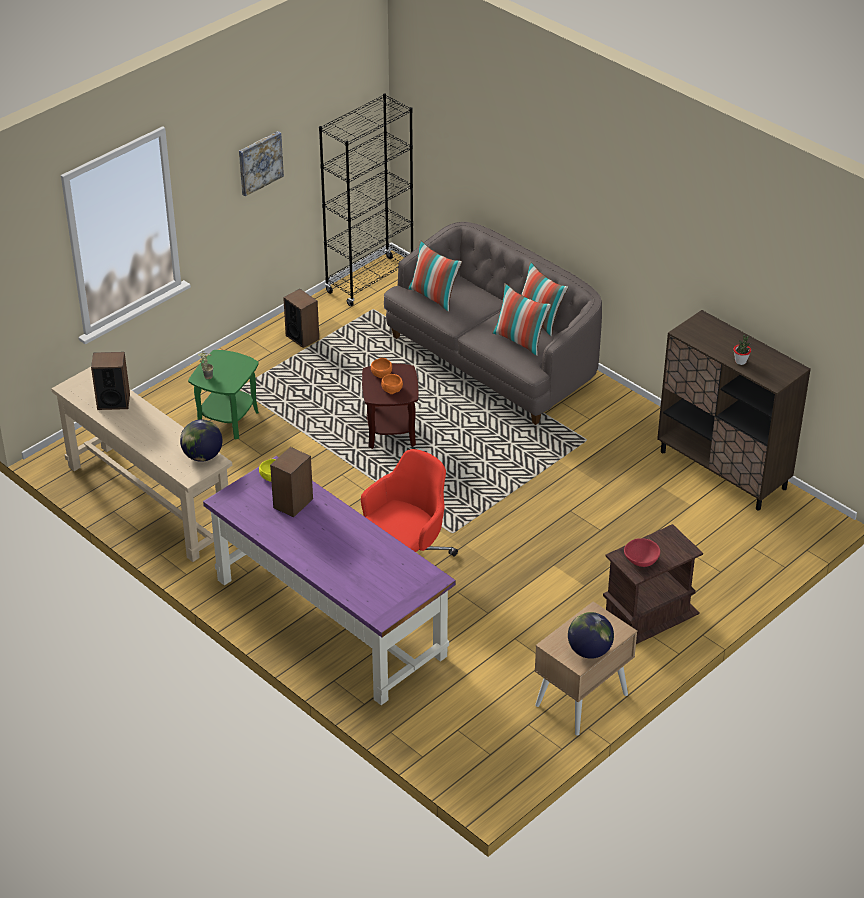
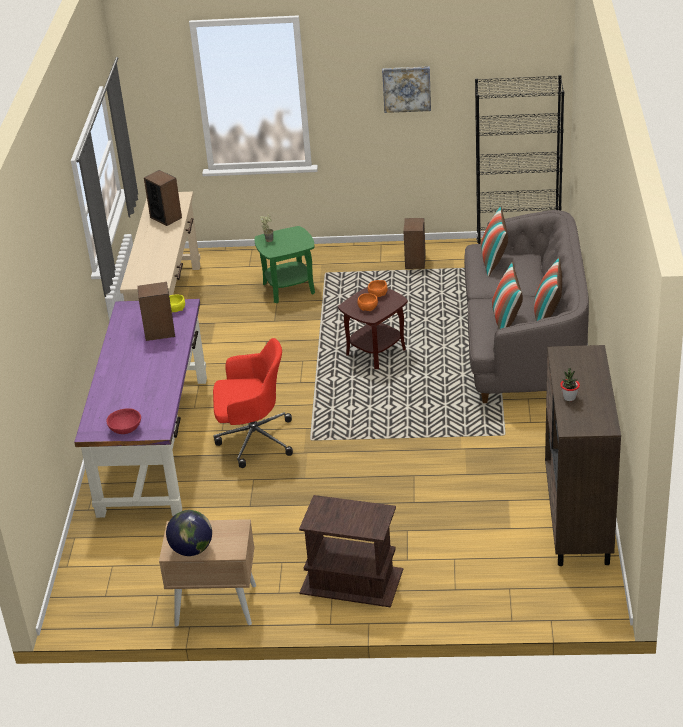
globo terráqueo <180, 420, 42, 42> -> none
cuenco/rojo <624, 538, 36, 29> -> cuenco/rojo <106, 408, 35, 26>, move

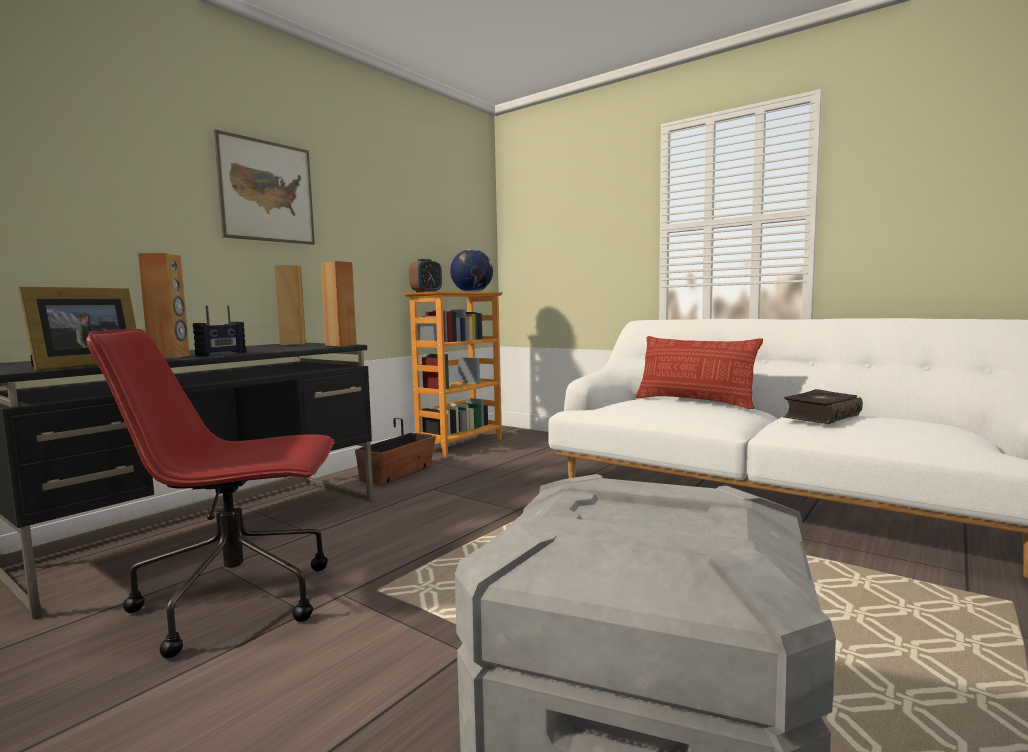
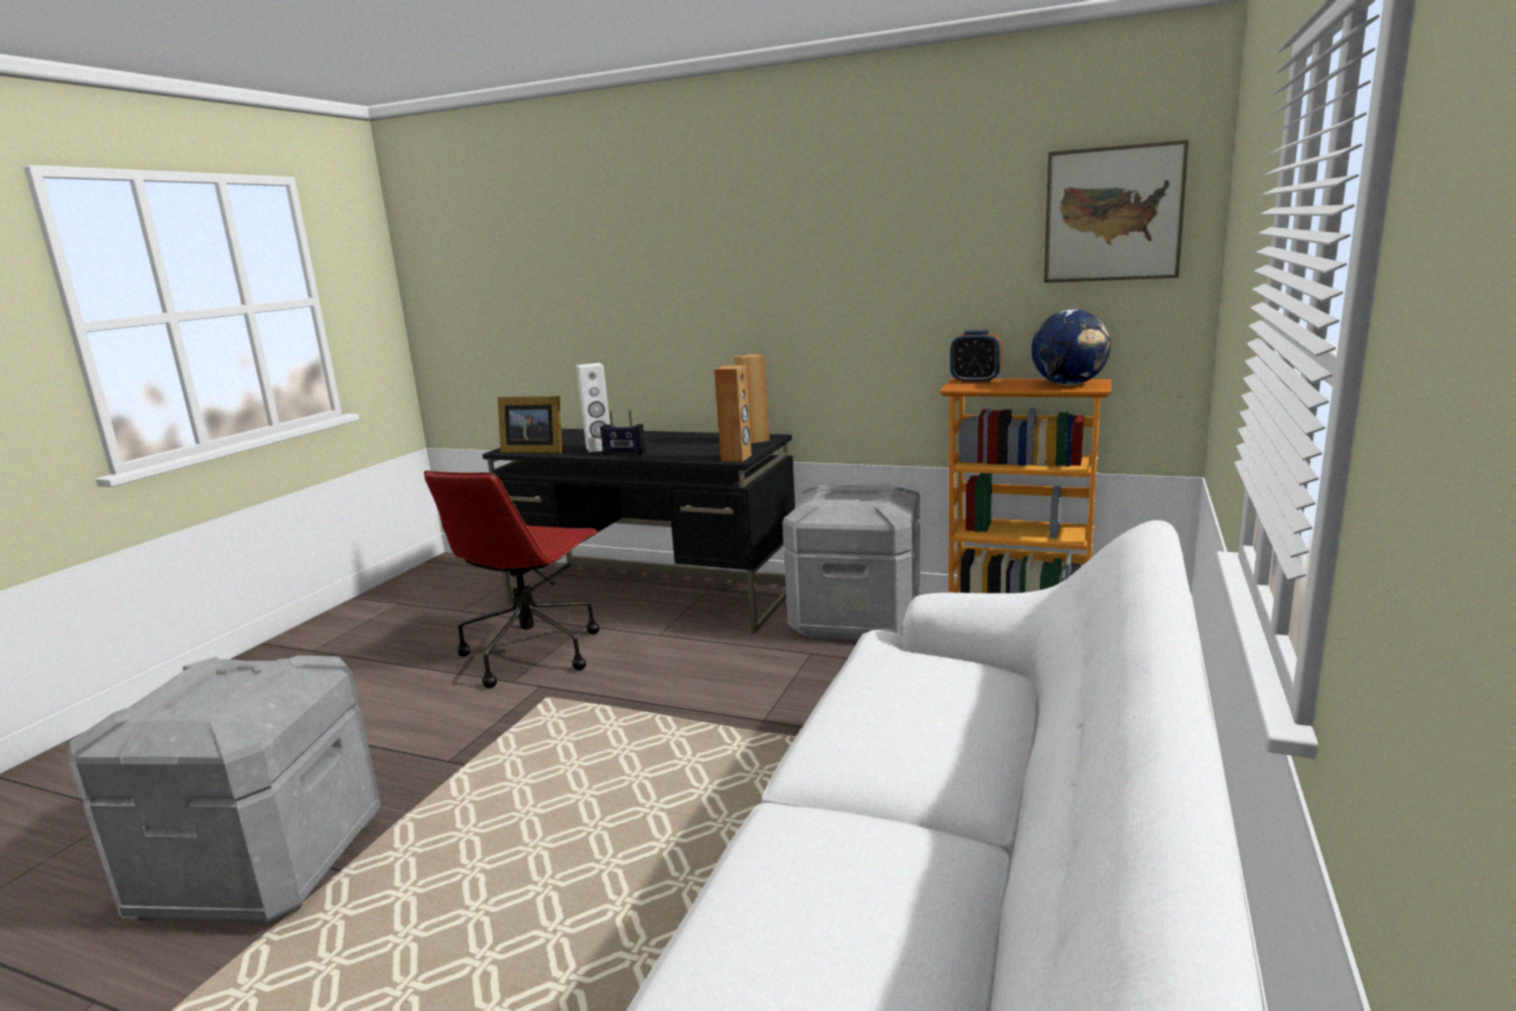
cuadro <214, 129, 101, 116> -> cuadro <1044, 140, 145, 143>, move
altavoz/marrón <138, 253, 52, 105> -> altavoz/blanco <576, 363, 34, 90>
silla de oficina/rojo <86, 329, 249, 330> -> silla de oficina/rojo <424, 471, 175, 217>, 135 degrees counterclockwise
cojín <636, 336, 127, 73> -> none
libro <783, 389, 80, 35> -> none
maceta <355, 418, 81, 66> -> caja de almacenaje/gris <782, 483, 138, 157>

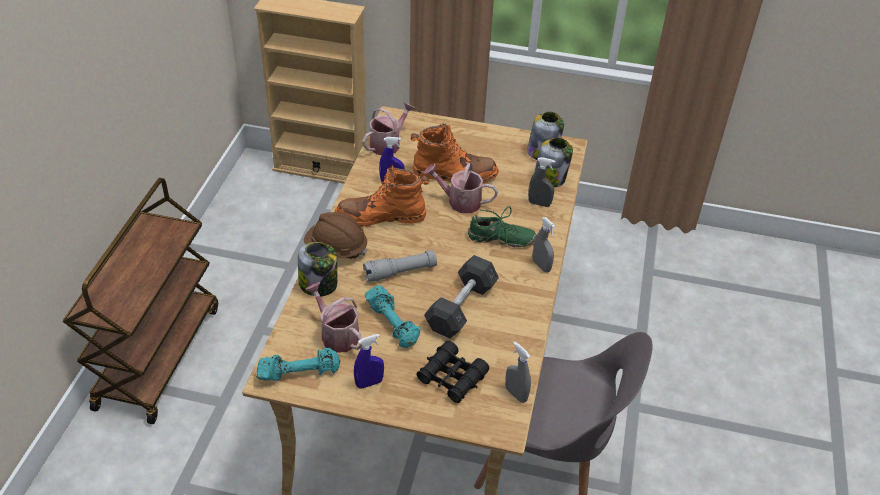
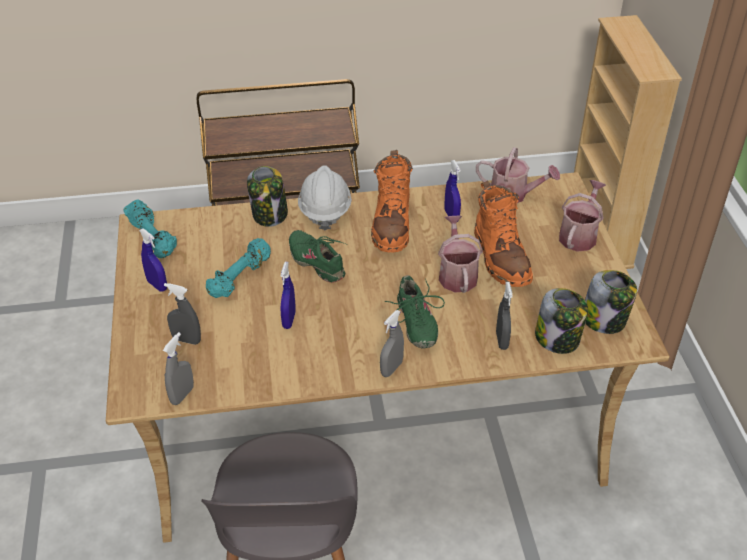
bota/naranja <335, 165, 95, 62> -> bota/naranja <371, 150, 42, 102>, 150 degrees counterclockwise
casco/marrón <304, 212, 64, 47> -> casco/blanco <298, 165, 54, 66>
linterna/gris <363, 250, 74, 32> -> zapato/verde <289, 230, 58, 53>
mancuerna/gris <424, 255, 75, 83> -> pulverizador/azul <280, 262, 16, 67>
regadera <305, 282, 58, 71> -> regadera <559, 180, 47, 72>, move
prismáticos/negro <417, 341, 72, 62> -> pulverizador/gris <164, 283, 37, 62>

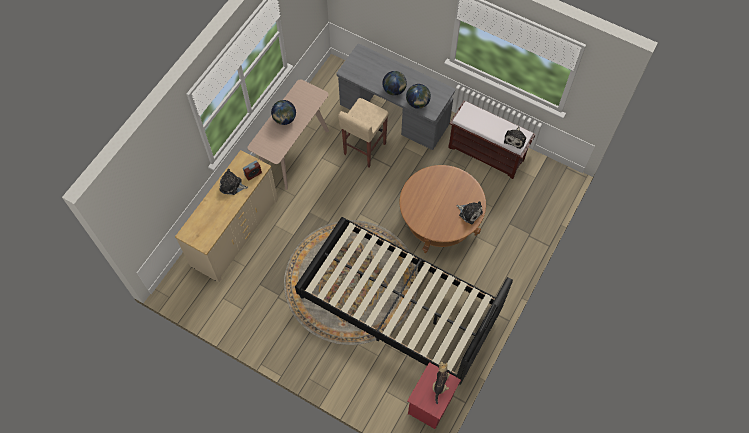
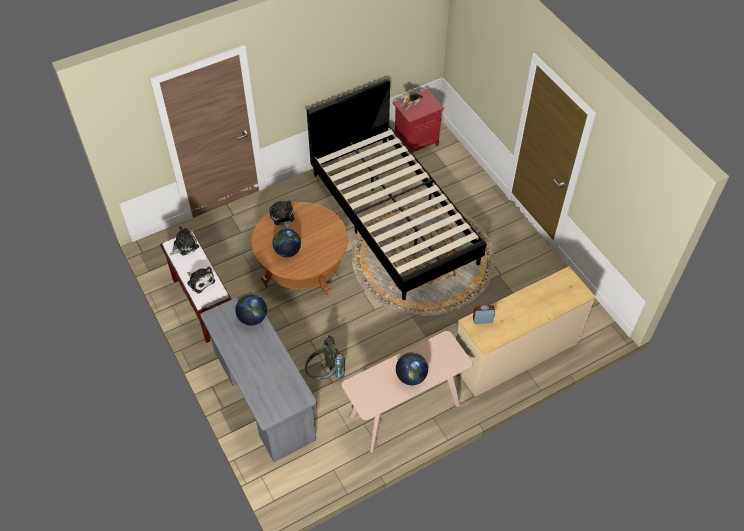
globo terráqueo <382, 71, 25, 25> -> globo terráqueo <272, 229, 29, 28>, move
taburete/beis <338, 98, 51, 69> -> mochila/gris <305, 335, 40, 44>
peluche <220, 169, 28, 26> -> peluche <187, 267, 28, 27>, move

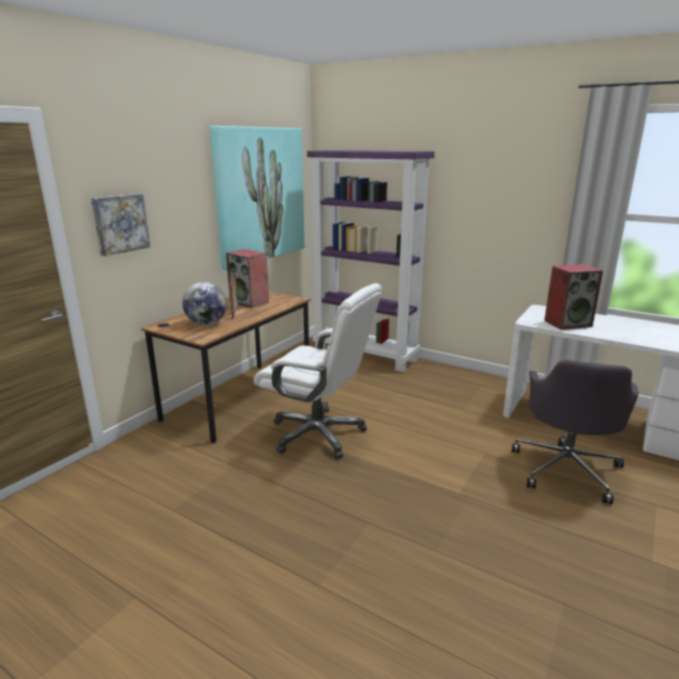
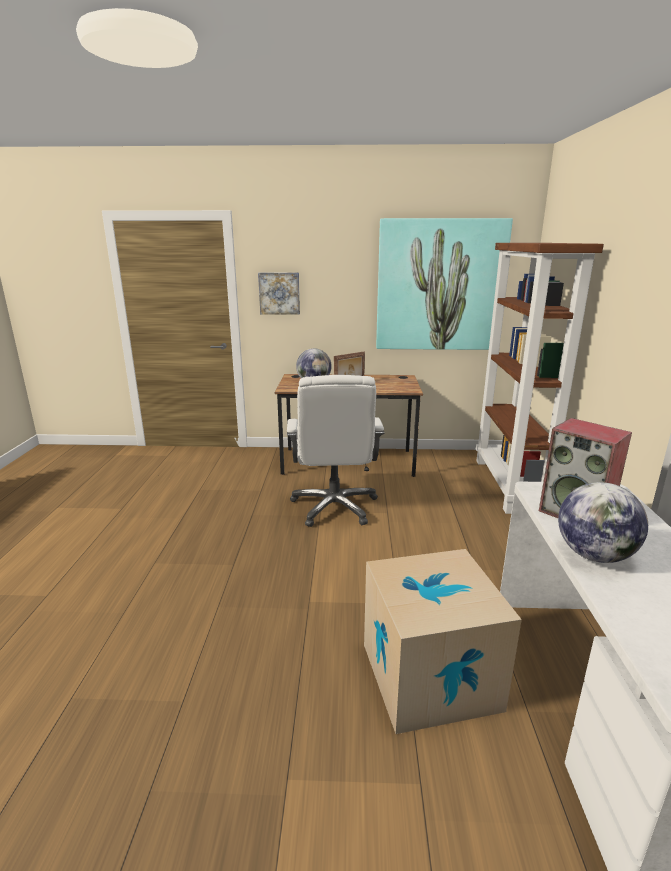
estantería/morado <307, 150, 127, 222> -> estantería/marrón <476, 243, 128, 271>
altavoz <226, 249, 43, 59> -> none
silla de oficina/gris <512, 360, 127, 144> -> caja de cartón <364, 549, 158, 185>
none -> globo terráqueo <558, 482, 90, 81>

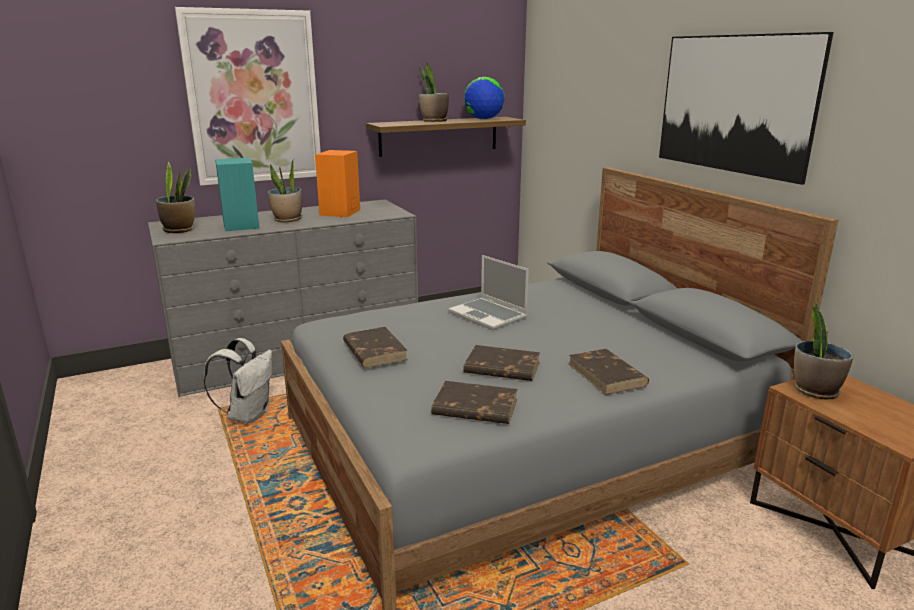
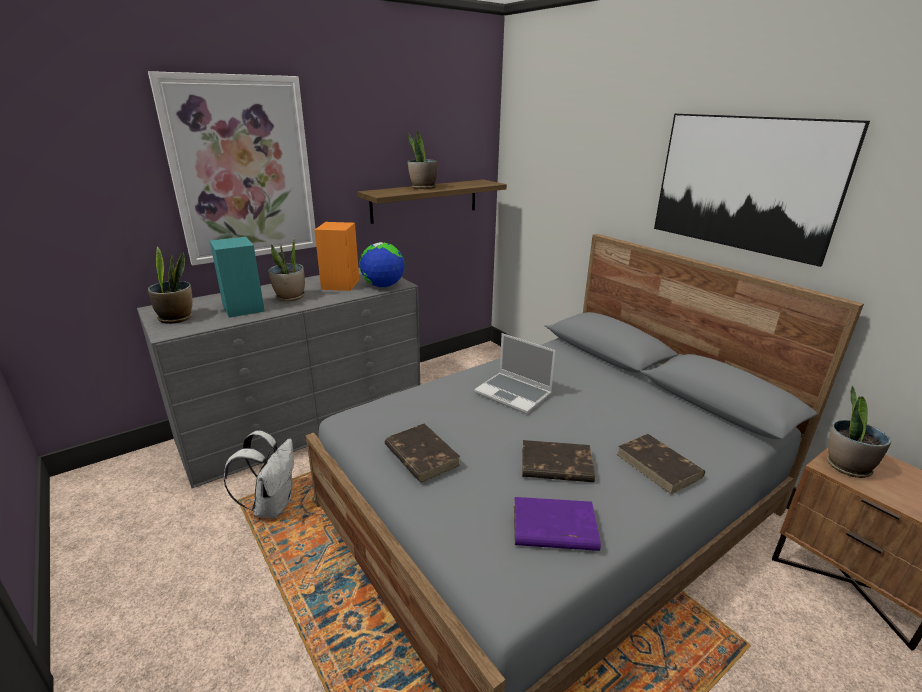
globo terráqueo <464, 77, 41, 43> -> globo terráqueo <360, 242, 45, 46>, move
libro/marrón <431, 381, 87, 43> -> libro/morado <514, 497, 87, 54>

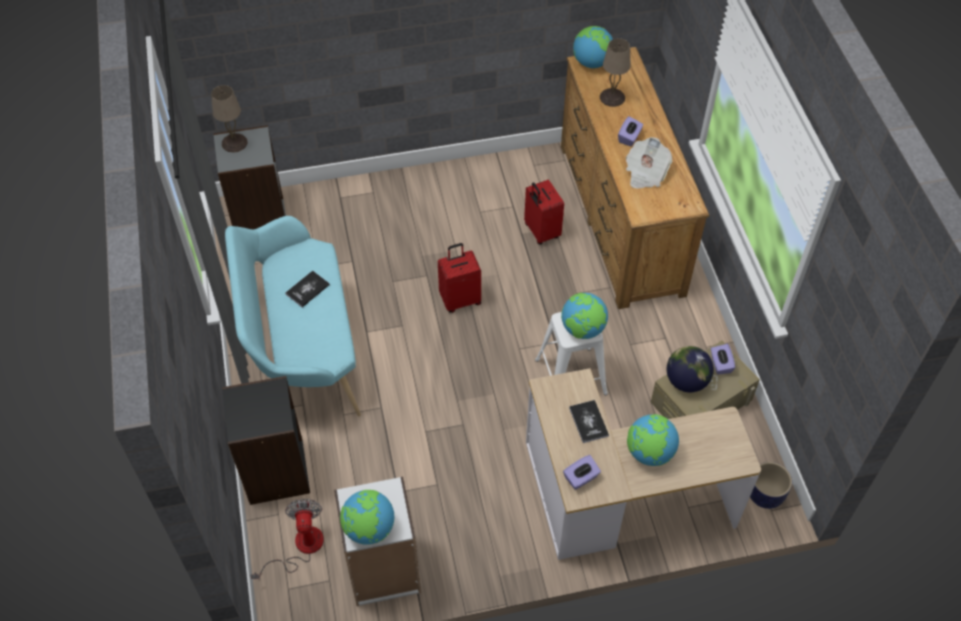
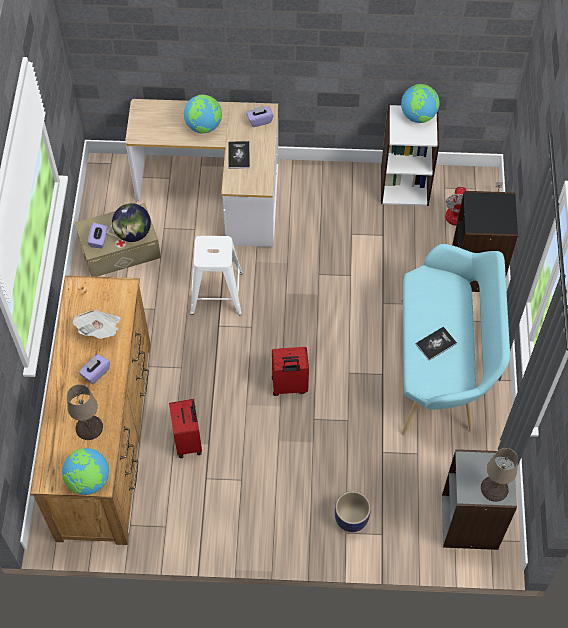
globo terráqueo <561, 293, 47, 46> -> none
maceta <750, 462, 42, 47> -> maceta <335, 491, 36, 41>, move

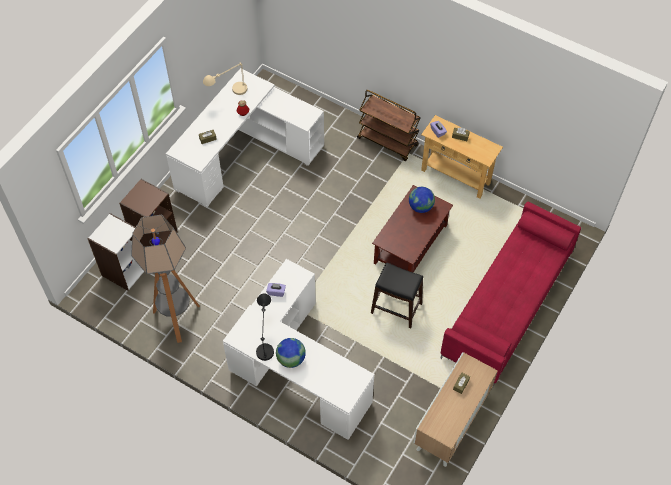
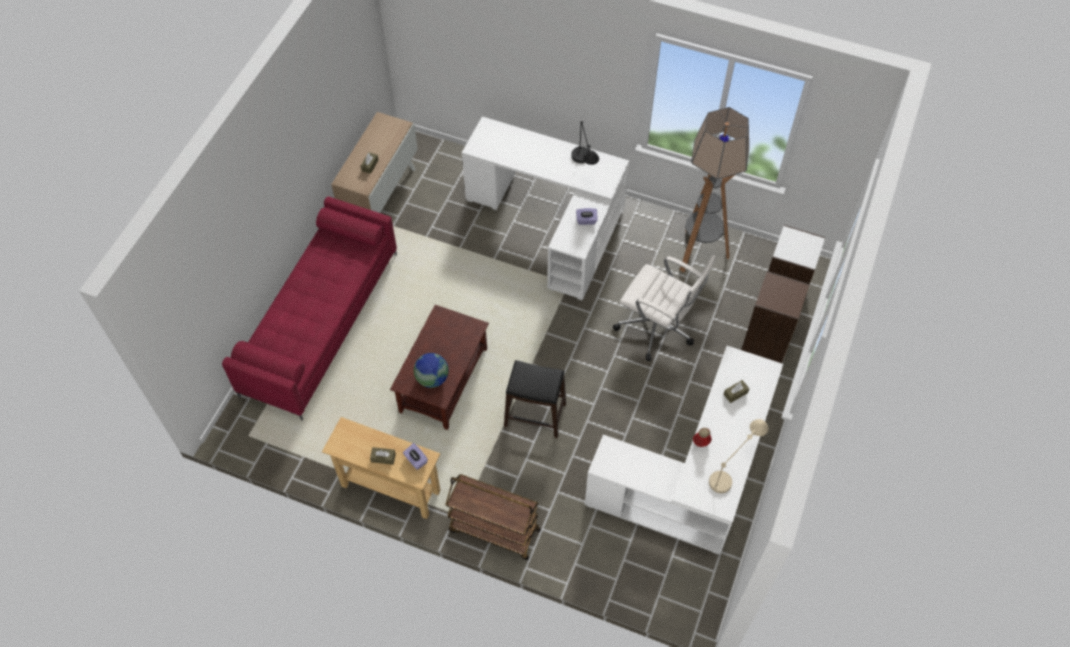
taburete/negro <371, 262, 52, 67> -> taburete/negro <504, 360, 62, 78>, move
globo terráqueo <276, 338, 30, 30> -> none
none -> silla de oficina/blanco <613, 255, 103, 106>

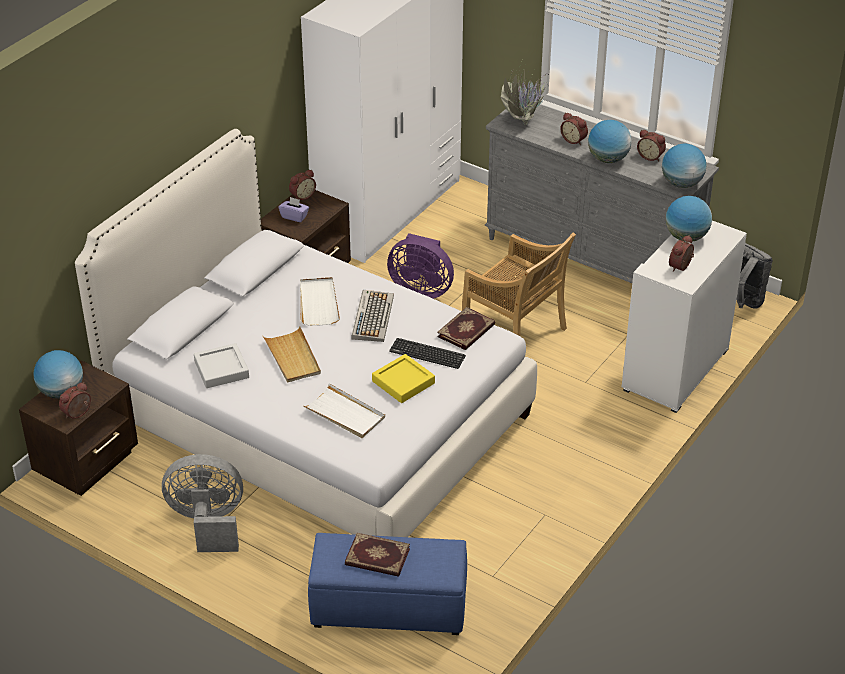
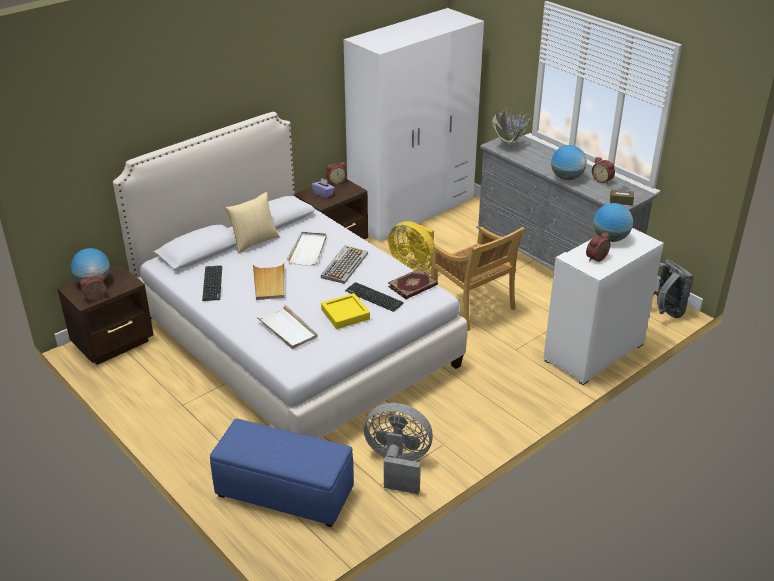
despertador <560, 112, 28, 33> -> none
globo terráqueo <662, 143, 45, 45> -> caja de pañuelos/marrón <610, 186, 24, 19>
ventilador/morado <387, 233, 67, 66> -> ventilador/amarillo <388, 221, 47, 50>
bandeja/gris <194, 343, 55, 45> -> teclado <202, 265, 20, 36>
ventilador/gris <162, 454, 81, 98> -> ventilador/gris <364, 403, 69, 91>, move
libro <345, 533, 65, 44> -> none
none -> cojín <225, 192, 55, 62>

